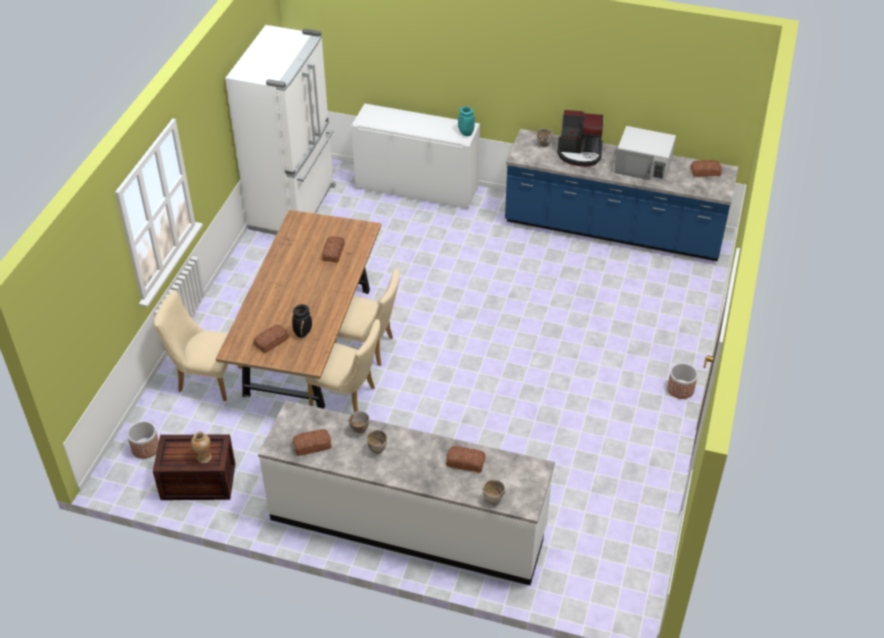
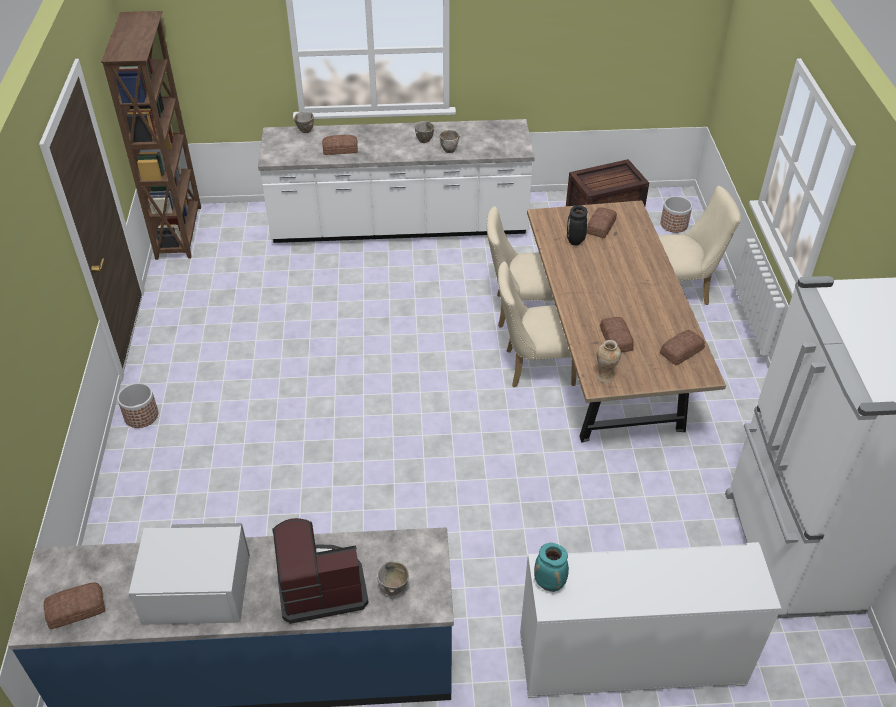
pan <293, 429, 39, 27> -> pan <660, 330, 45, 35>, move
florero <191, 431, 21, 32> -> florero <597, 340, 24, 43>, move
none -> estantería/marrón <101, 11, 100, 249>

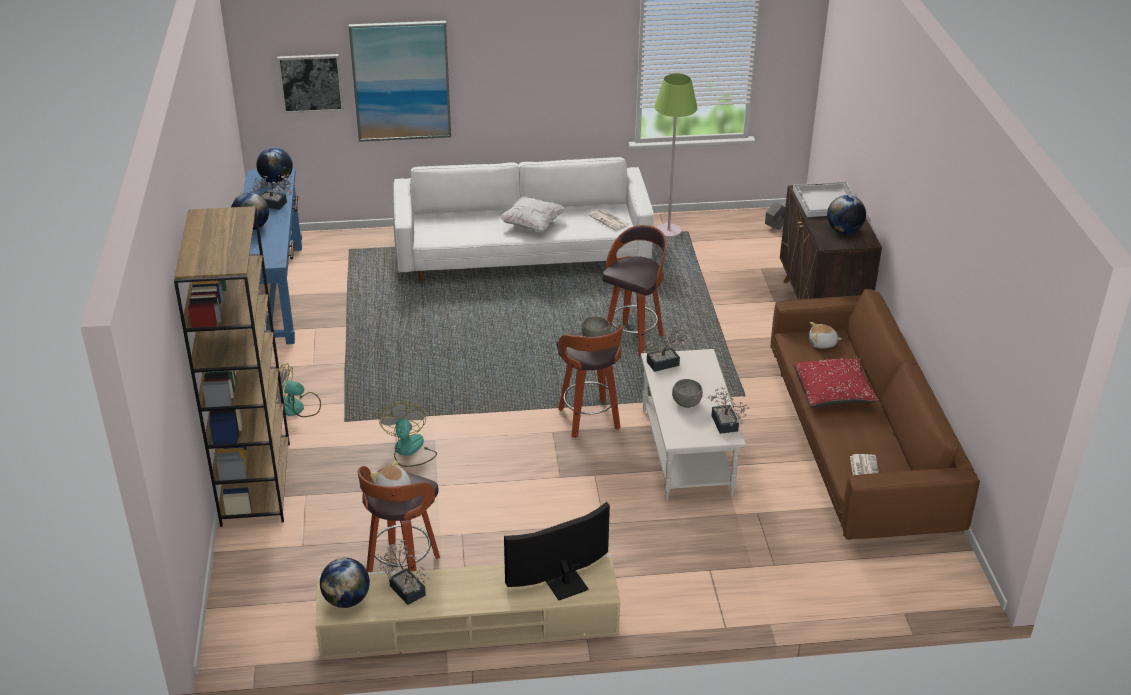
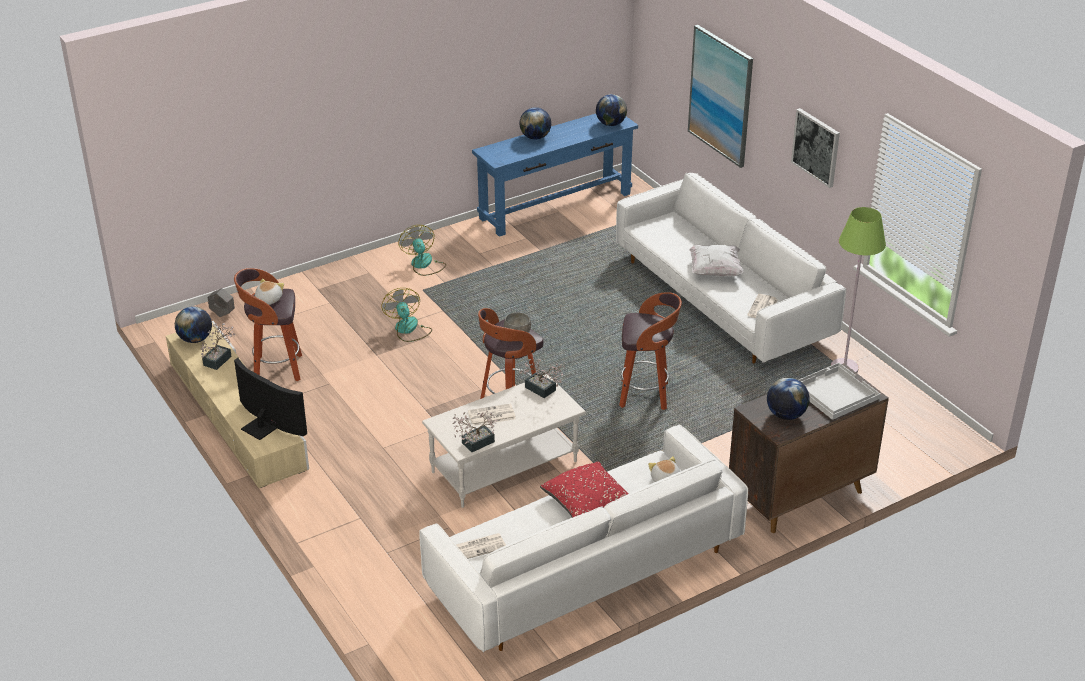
cuadro <277, 54, 67, 60> -> cuadro <791, 108, 49, 80>, move
planta en maceta <250, 174, 42, 36> -> none
maceta/gris <765, 202, 20, 28> -> maceta/gris <208, 288, 27, 29>, move
estantería/marrón <174, 206, 116, 321> -> none
sofá/marrón <771, 289, 209, 251> -> sofá/blanco <419, 425, 329, 227>
cuenco/gris <672, 379, 31, 29> -> periódico <468, 403, 48, 23>
ventilador <379, 402, 58, 65> -> ventilador <381, 288, 51, 54>, 75 degrees counterclockwise

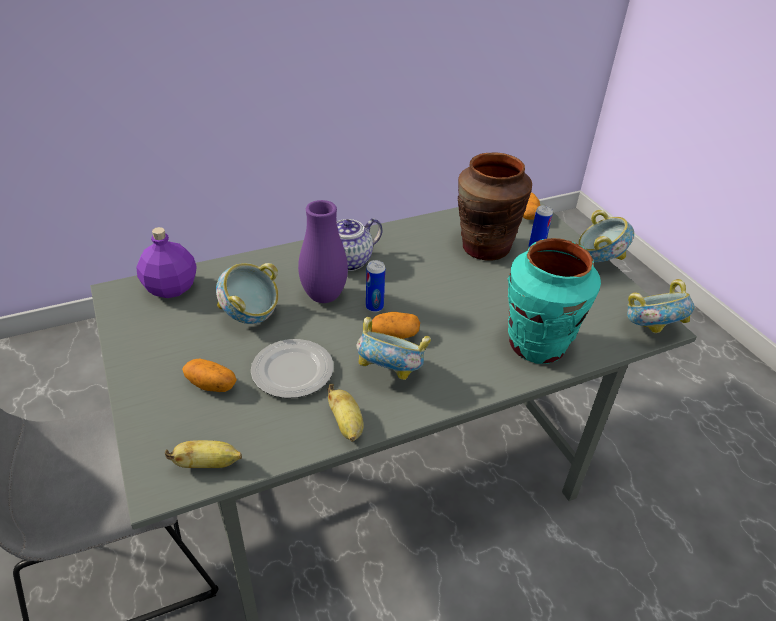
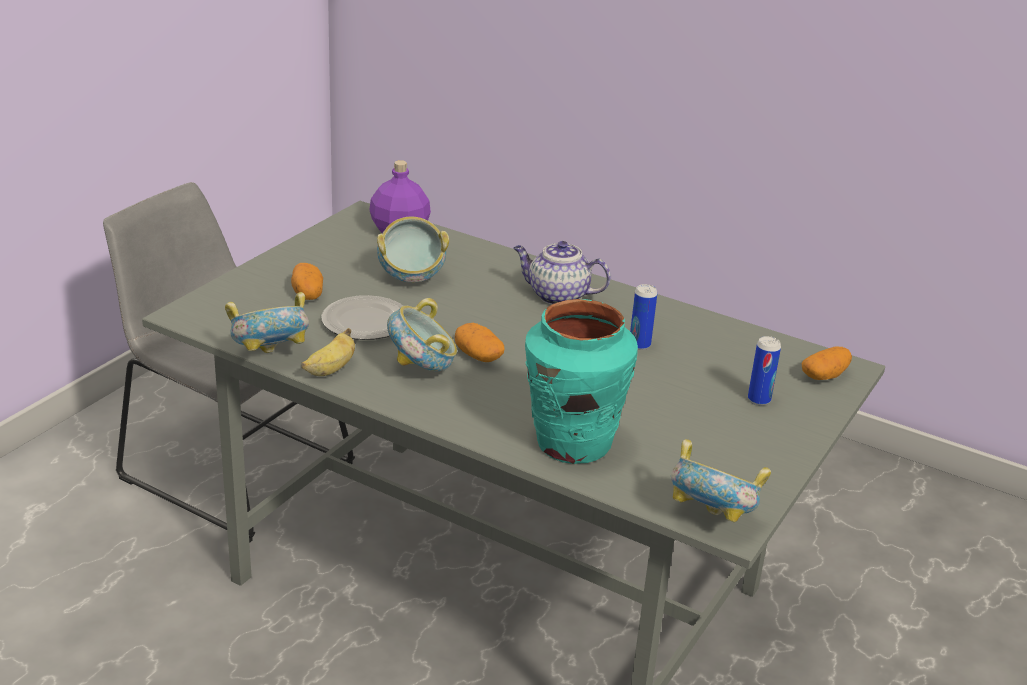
florero/marrón <457, 152, 75, 109> -> none
florero/morado <298, 200, 50, 103> -> none
cuenco <578, 210, 56, 52> -> cuenco <225, 292, 84, 61>, move
lata <366, 260, 19, 52> -> lata <630, 284, 27, 66>, move
plátano <165, 440, 77, 28> -> none

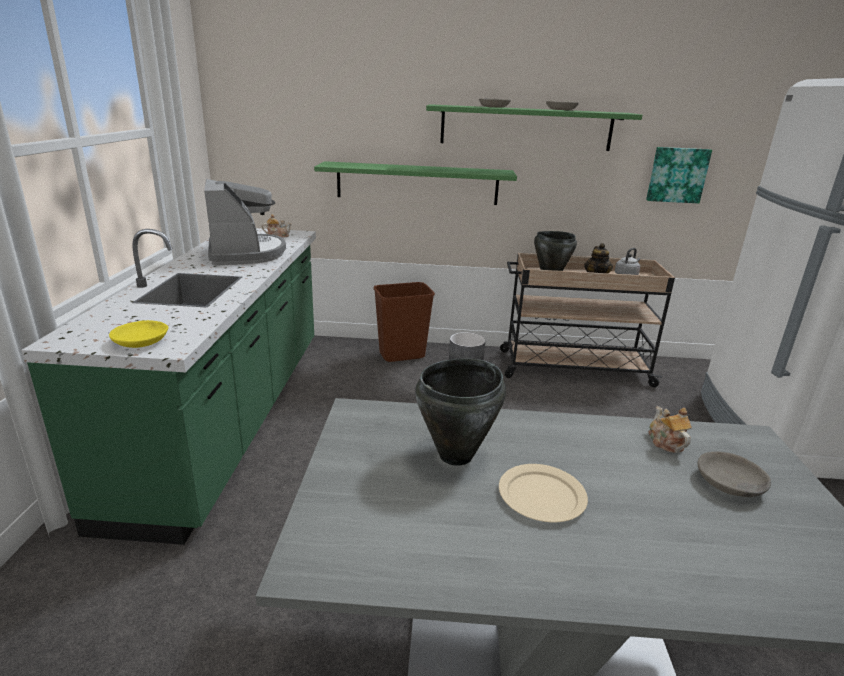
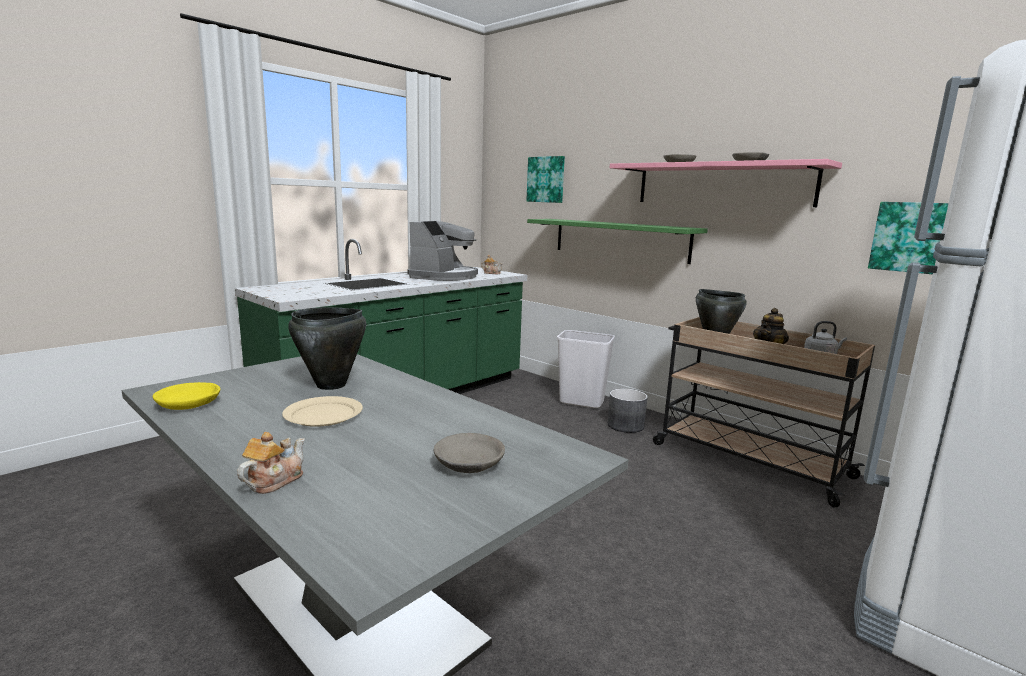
estante/verde <426, 104, 216, 47> -> estante/rosa <610, 159, 232, 48>
papelera/marrón <374, 282, 61, 80> -> papelera/blanco <557, 330, 58, 78>
cuenco/amarillo <109, 320, 60, 28> -> cuenco/amarillo <153, 382, 67, 28>, move
tetera <649, 406, 43, 47> -> tetera <237, 432, 68, 62>, move
none -> cuadro <526, 156, 39, 47>

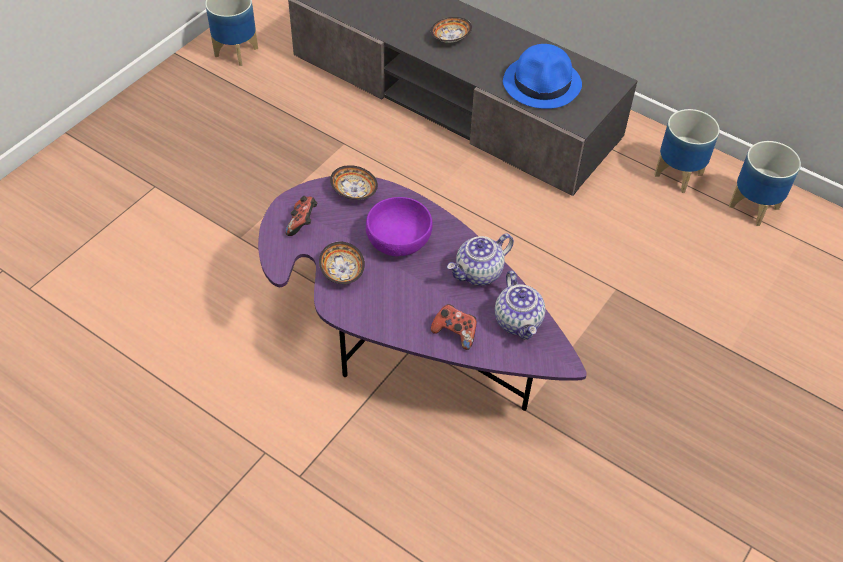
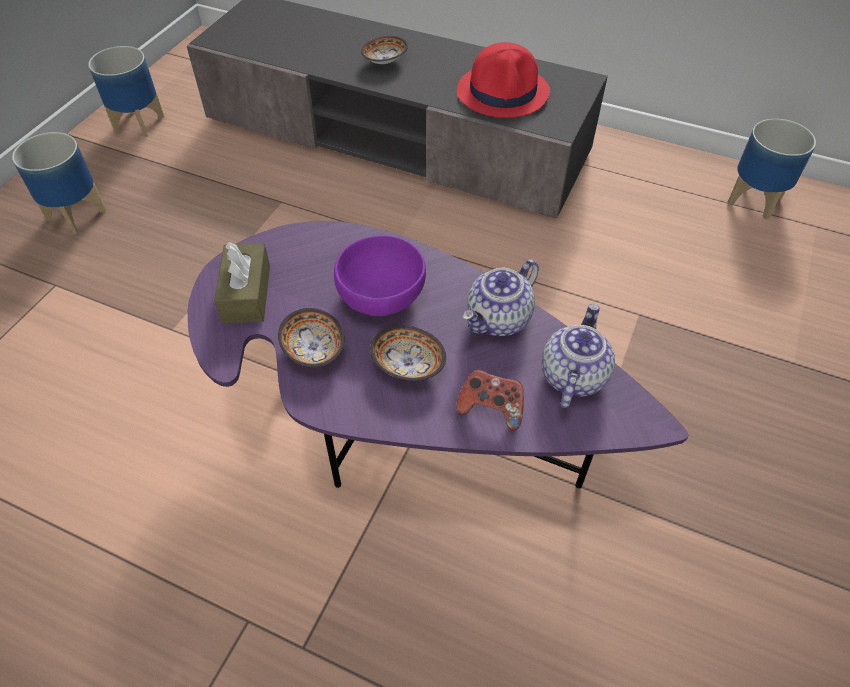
sombrero/azul <503, 44, 79, 65> -> sombrero/rojo <457, 42, 93, 76>
maceta <654, 109, 66, 84> -> maceta <12, 132, 94, 102>, move
cuenco <330, 165, 48, 35> -> cuenco <370, 325, 76, 56>, move
mando de consola <285, 196, 33, 40> -> caja de pañuelos/marrón <214, 242, 56, 81>
tetera <495, 271, 50, 69> -> tetera <542, 303, 73, 105>, 135 degrees counterclockwise

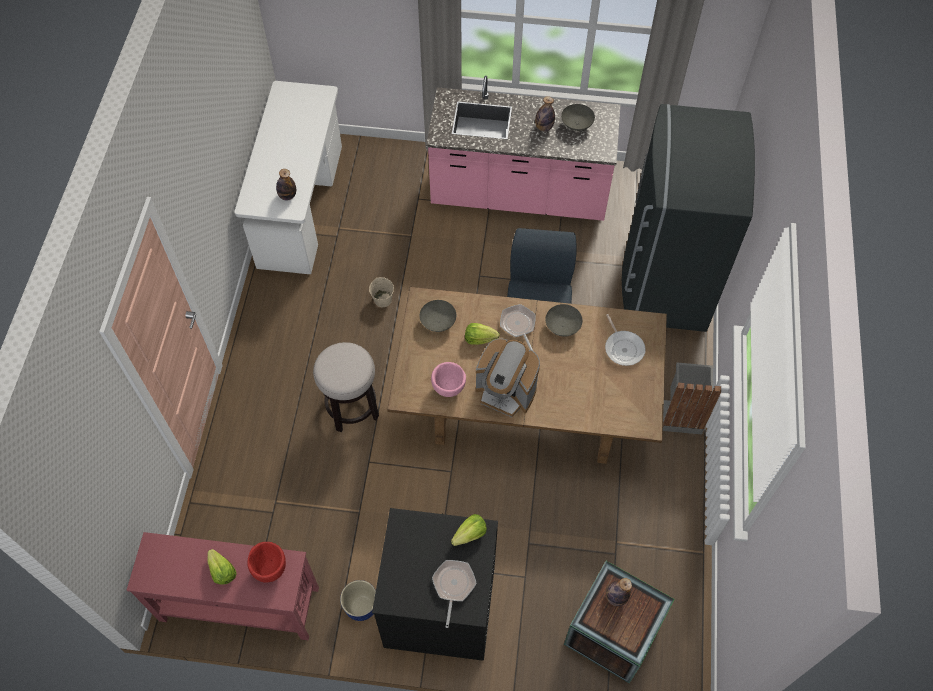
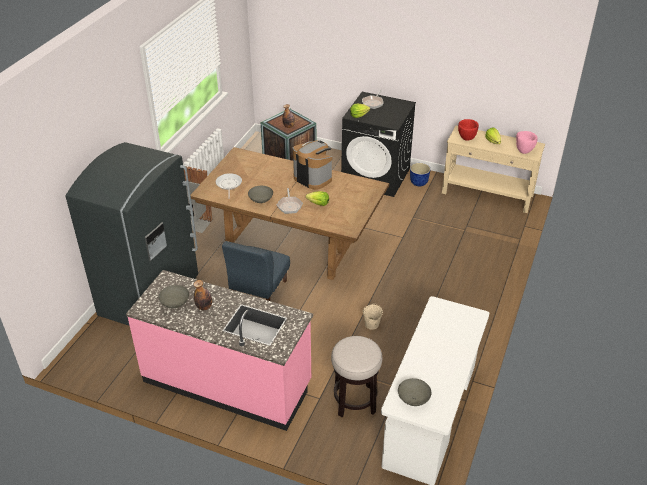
botella <276, 169, 20, 32> -> none
cuenco/gris <420, 300, 36, 32> -> cuenco/gris <398, 378, 33, 28>, move
taburete <313, 342, 66, 91> -> taburete <331, 336, 51, 81>, move
cuenco/rosa <431, 362, 35, 35> -> cuenco/rosa <516, 131, 22, 23>, move
mesa consola/rojo <127, 532, 192, 108> -> mesa consola/beis <442, 126, 103, 87>

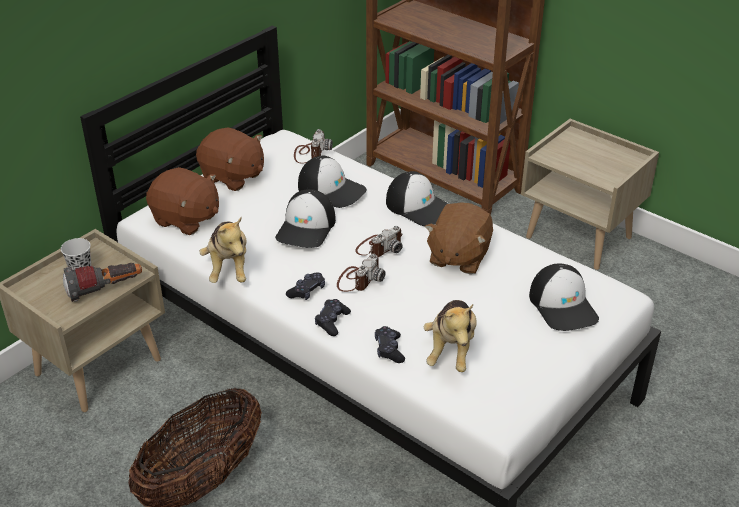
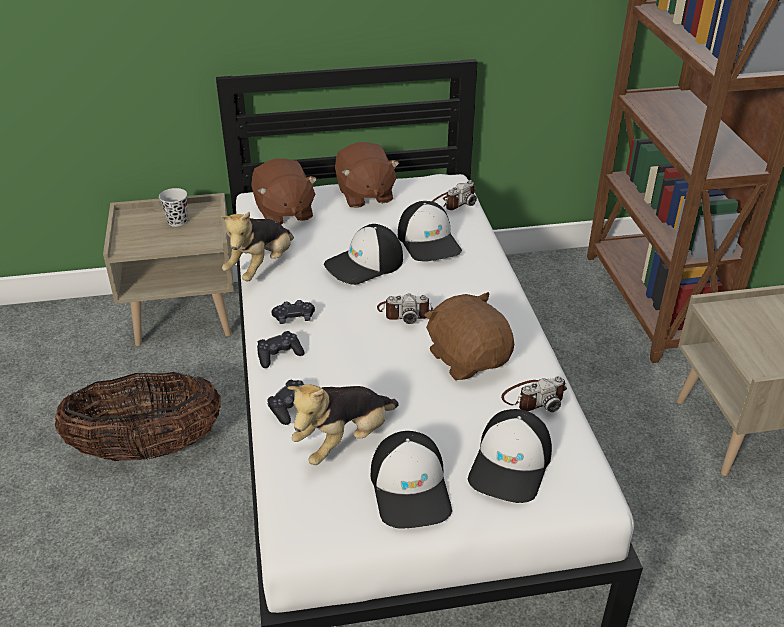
gorra <386, 171, 62, 55> -> gorra <371, 431, 81, 98>, move
peluche/marrón <425, 202, 68, 72> -> peluche/marrón <424, 292, 90, 88>, 90 degrees clockwise
cámara <337, 254, 49, 38> -> cámara <501, 376, 66, 36>, move
linterna <63, 263, 79, 39> -> none

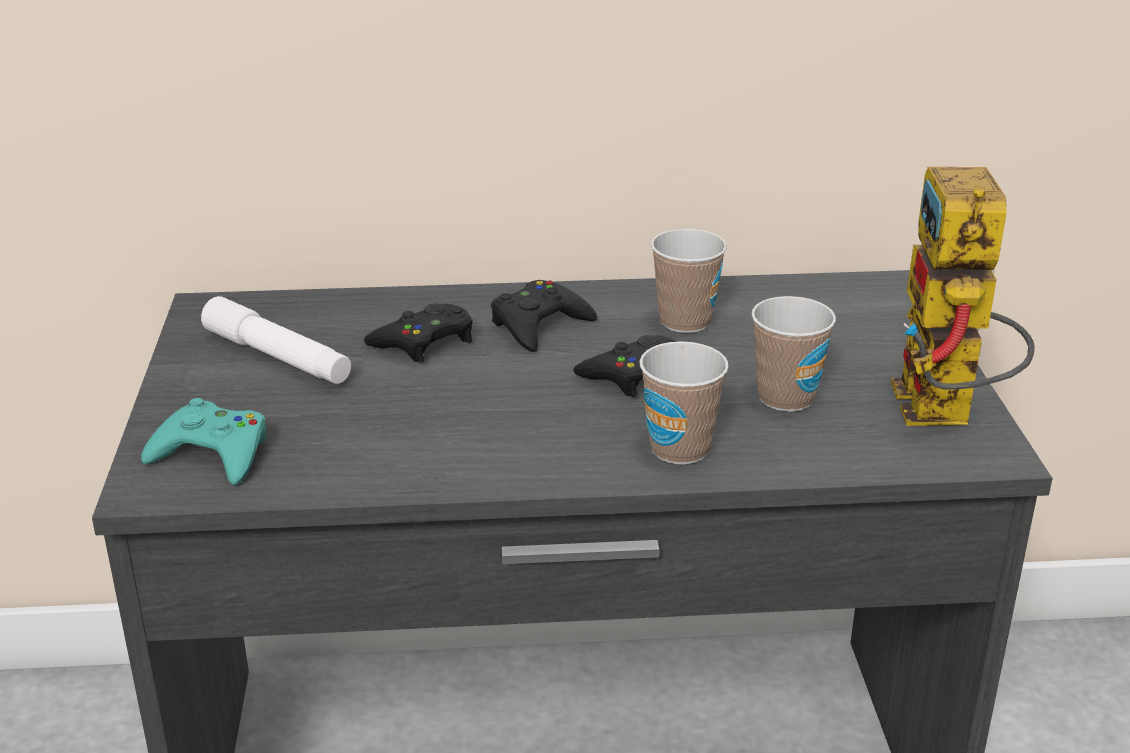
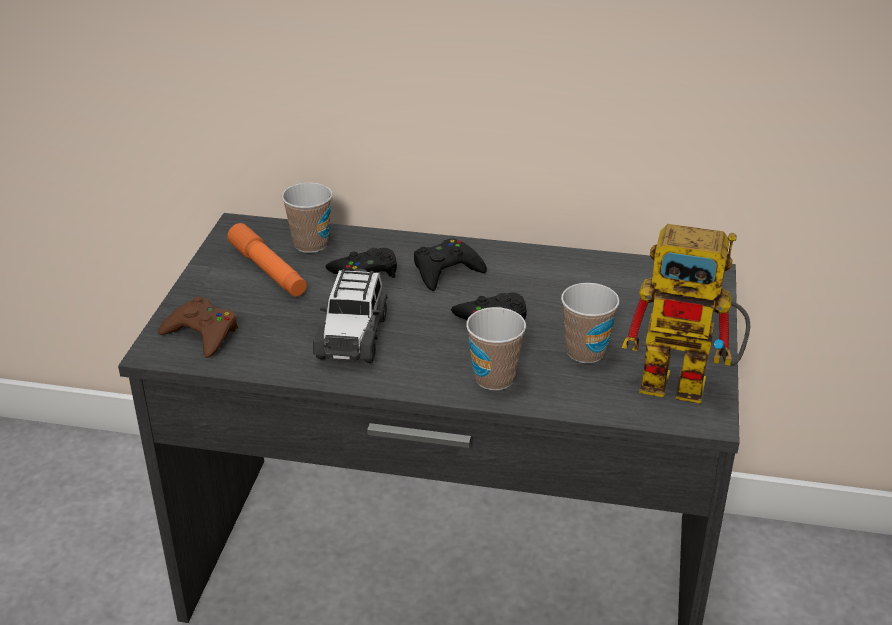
robot de juguete <891, 167, 144, 259> -> robot de juguete <622, 224, 128, 180>, 90 degrees counterclockwise
taza <651, 229, 76, 104> -> taza <282, 182, 50, 71>, move
linterna/blanco <201, 296, 150, 88> -> linterna/naranja <227, 223, 80, 73>
mando de consola/turquesa <141, 398, 125, 87> -> mando de consola/marrón <158, 297, 80, 61>
none -> coche de juguete <313, 269, 74, 94>

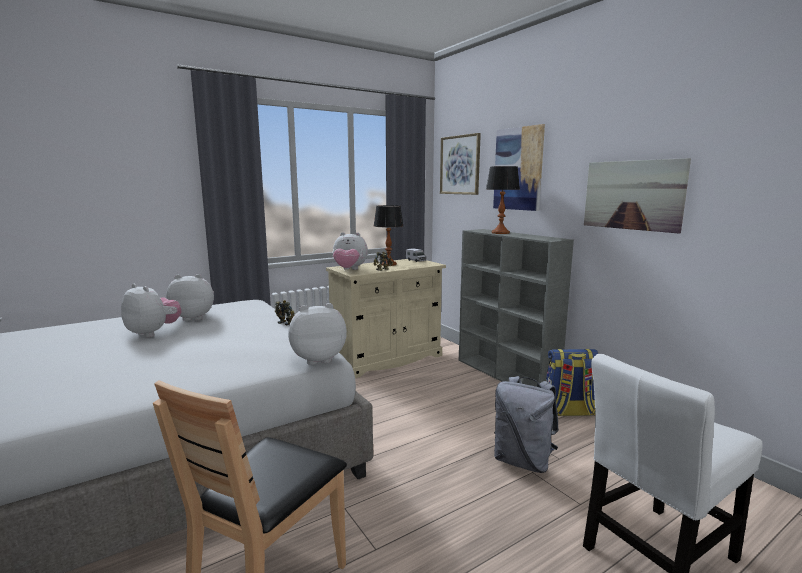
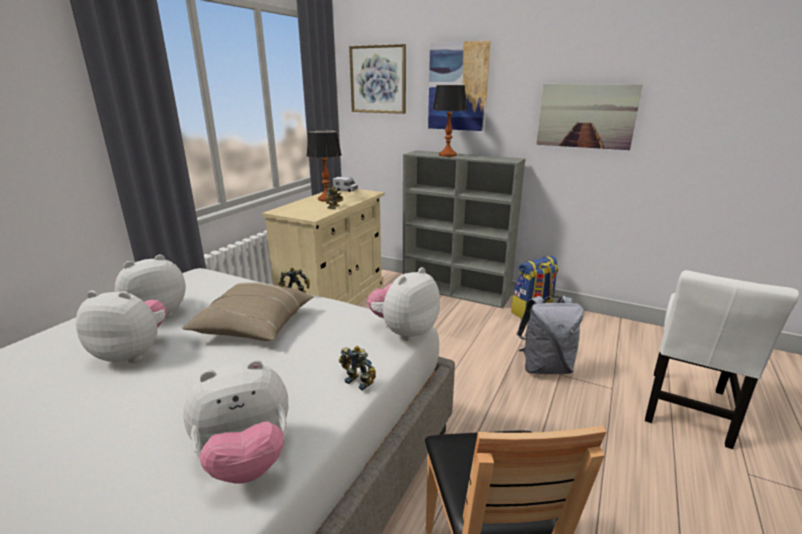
peluche <333, 232, 35, 38> -> peluche <183, 359, 105, 124>, move
none -> cojín/beis <182, 282, 132, 59>
none -> robot de juguete <339, 346, 37, 44>

